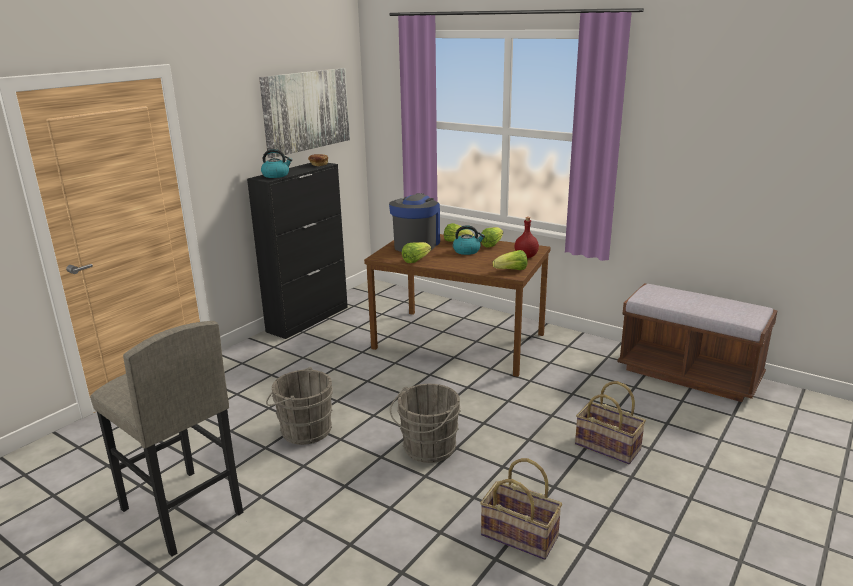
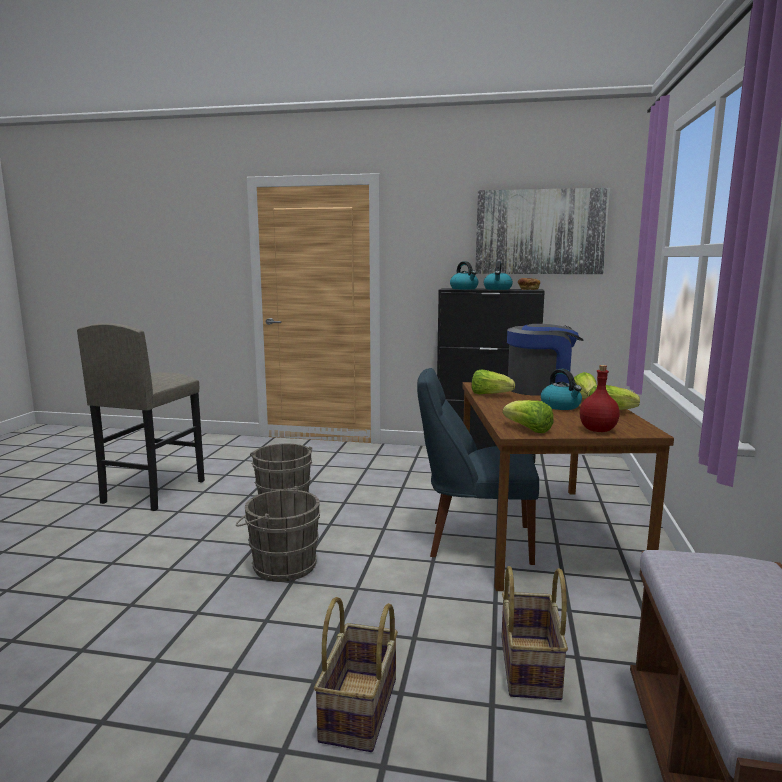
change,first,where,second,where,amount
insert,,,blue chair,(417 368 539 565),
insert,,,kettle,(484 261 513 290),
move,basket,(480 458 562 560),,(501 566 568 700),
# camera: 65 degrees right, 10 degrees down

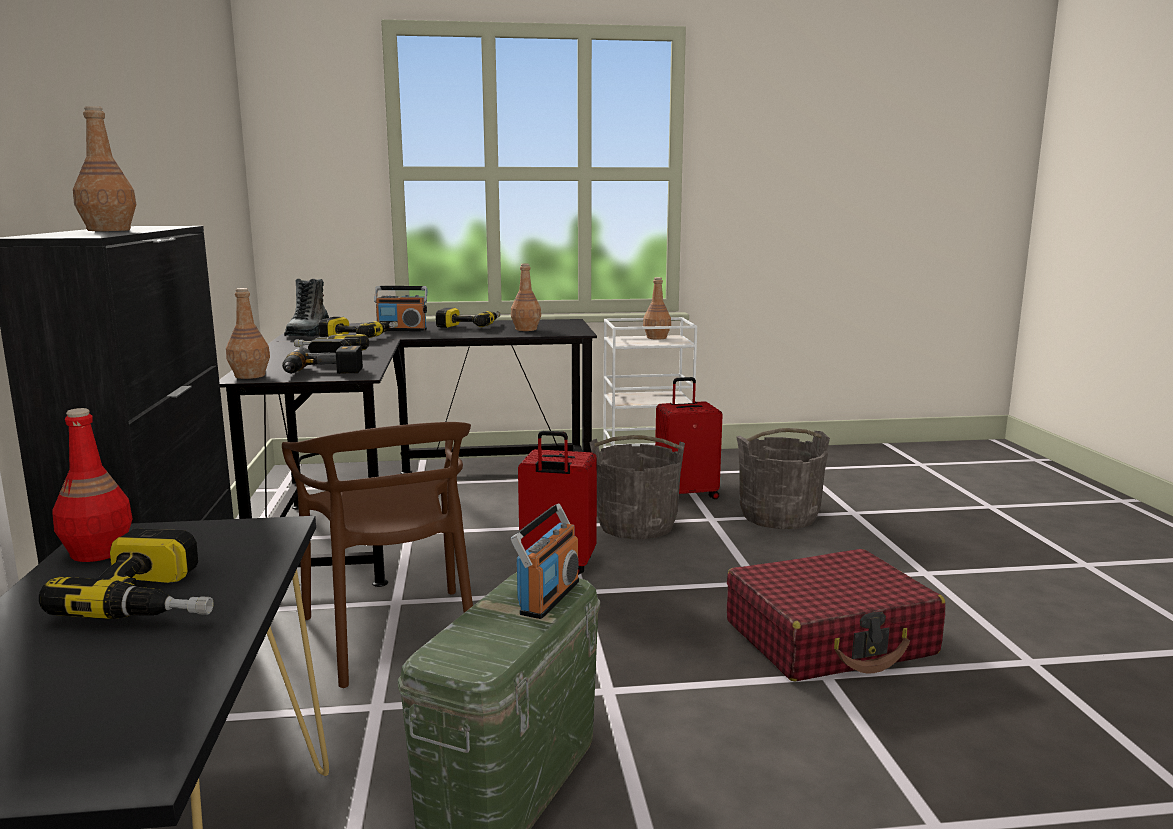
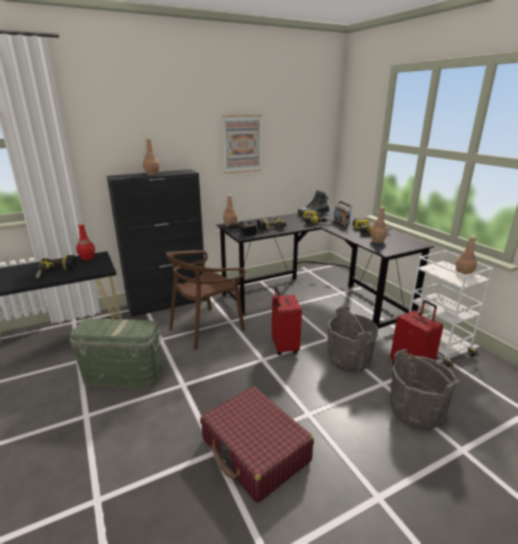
change,first,where,second,where,amount
delete,radio,(511 503 579 619),,,
insert,,,picture,(223 115 262 173),
# camera: 70 degrees right, 10 degrees up

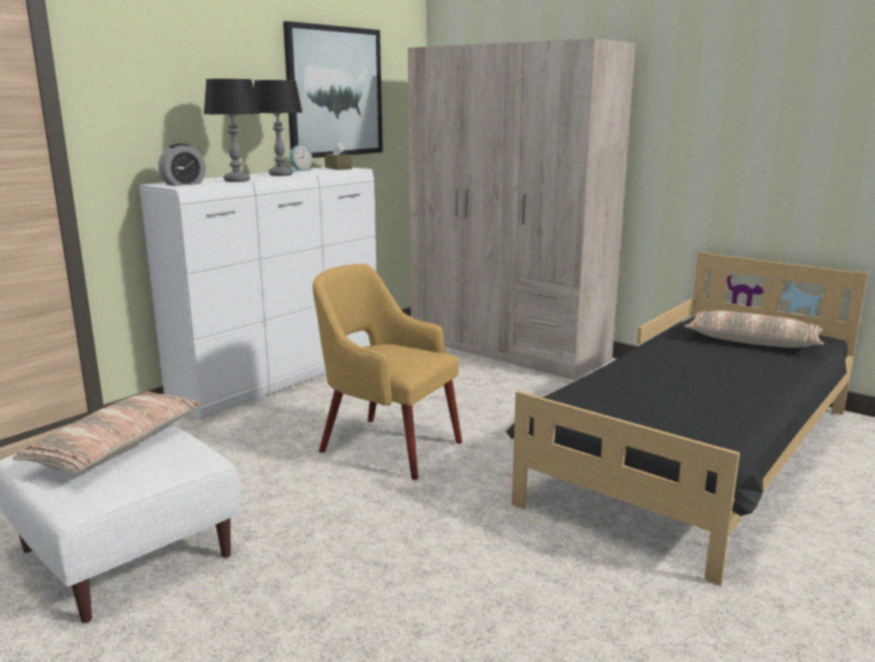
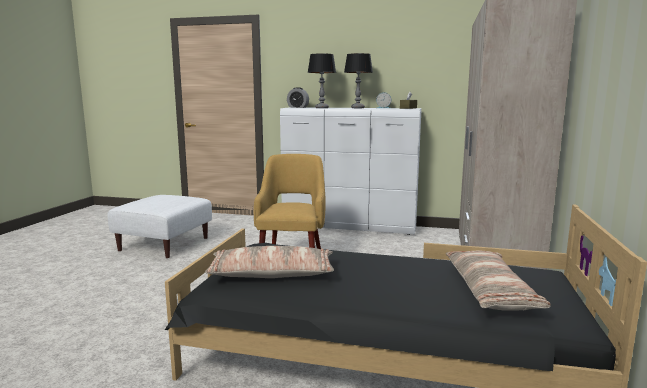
change,first,where,second,where,amount
delete,picture,(283 21 383 158),,,
move,pillow,(12 391 201 473),,(205 246 334 278),
# camera: 65 degrees right, 5 degrees down

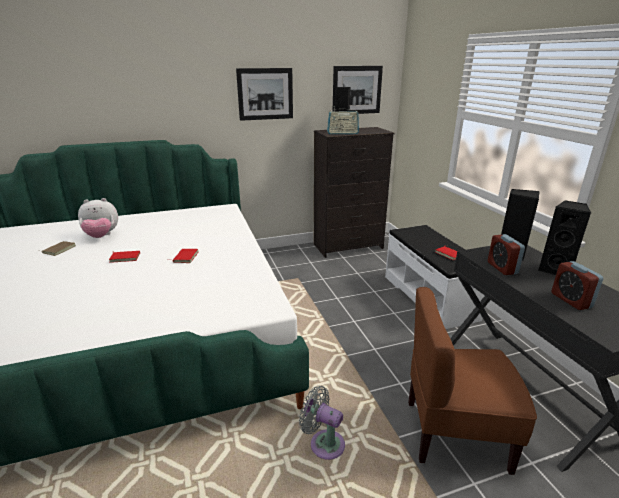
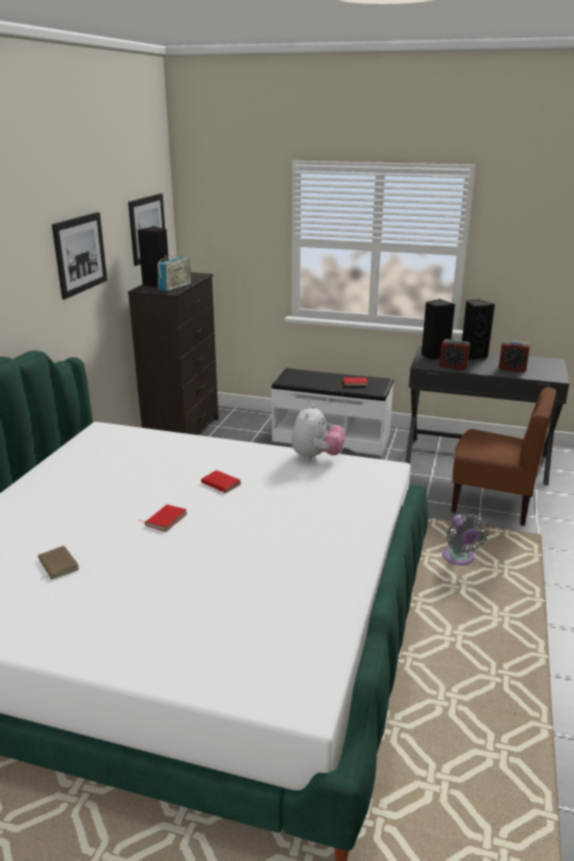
change,first,where,second,where,amount
move,plush toy,(78 198 118 238),,(292 404 345 461),
rotate,grey fan,(299 386 345 460),,(442 514 489 565),75 degrees counterclockwise
rotate,brown chair,(408 287 537 475),,(451 387 556 526),105 degrees counterclockwise
# camera: 55 degrees left, 0 degrees up

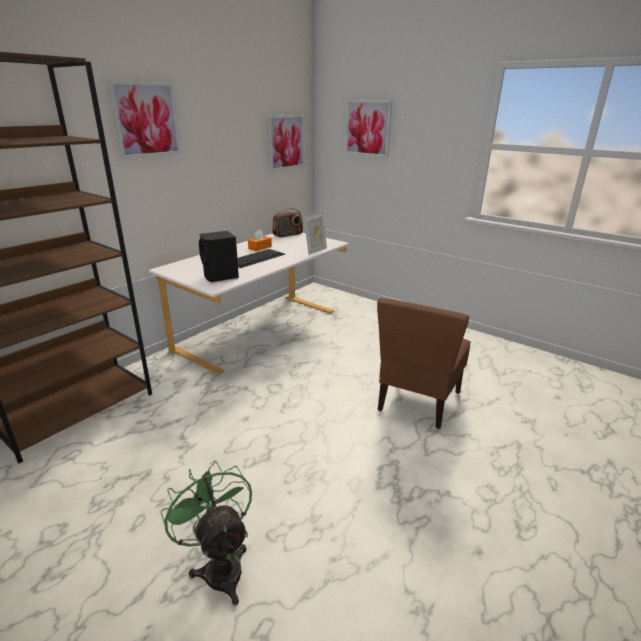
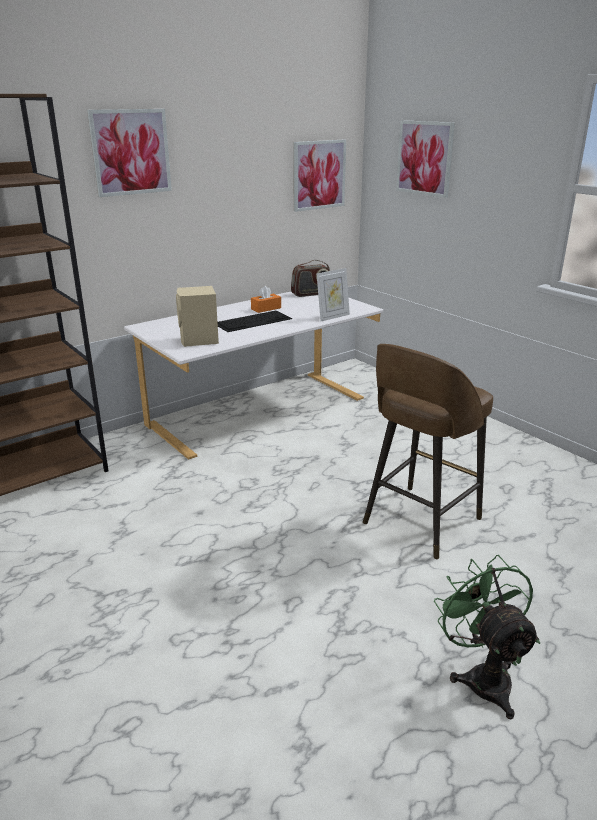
change,first,where,second,where,amount
move,green fan,(160 461 252 605),,(434 555 540 719),
replace,brown chair,(377 298 471 429),brown stool,(363 344 493 559),
recolor,black speaker,(199 231 239 282),beige speaker,(176 286 219 347),
# camera: 15 degrees right, 0 degrees up

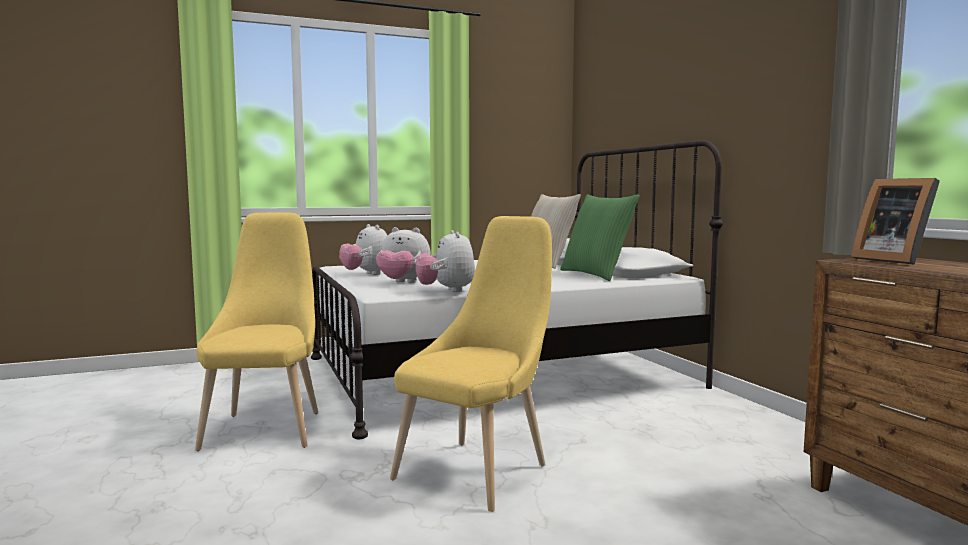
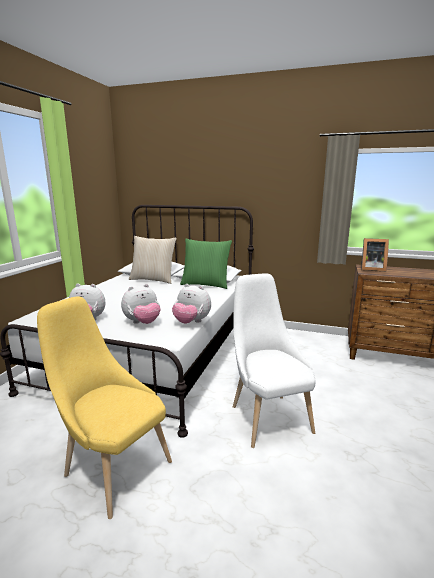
change,first,where,second,where,amount
recolor,yellow chair,(390 216 552 512),white chair,(233 273 316 448),
# camera: 50 degrees left, 10 degrees up

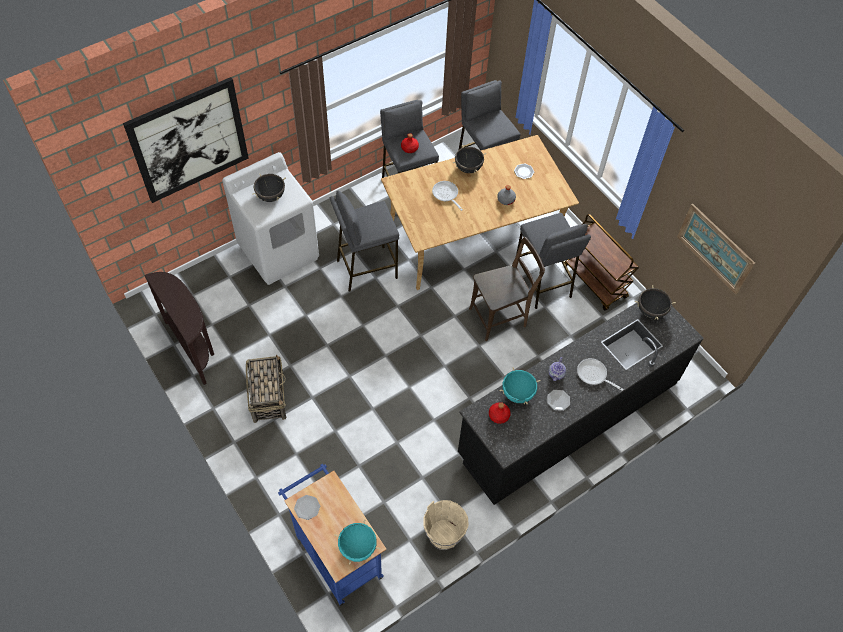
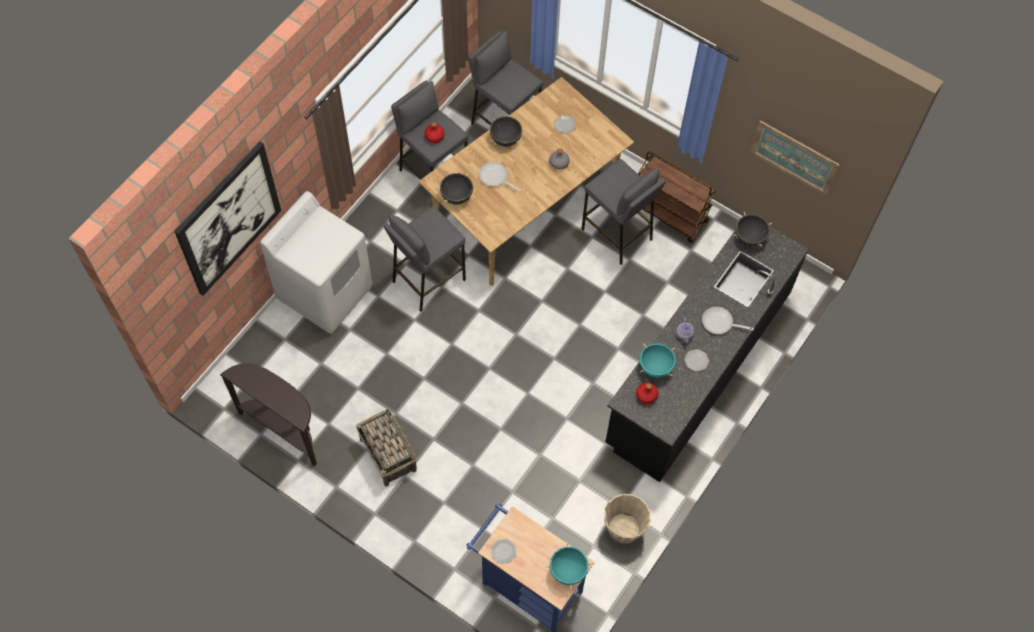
change,first,where,second,where,amount
delete,brown chair,(469 237 545 341),,,
move,black cooking pot,(252 173 286 202),,(439 173 474 204),
# camera: 20 degrees left, 5 degrees up

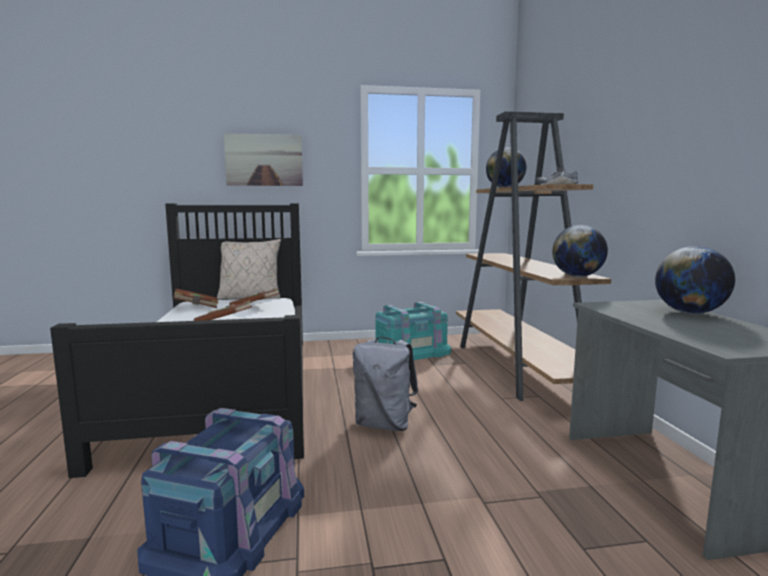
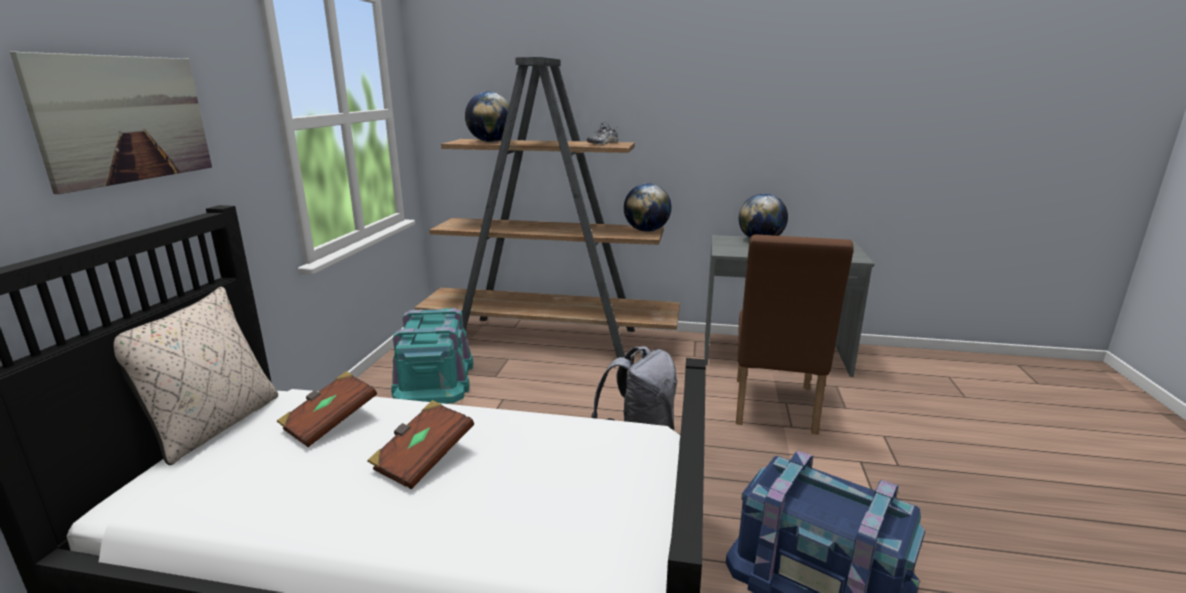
change,first,where,second,where,amount
delete,brown book,(173 289 219 308),,,
insert,,,brown chair,(736 234 854 434),
# camera: 70 degrees left, 10 degrees up

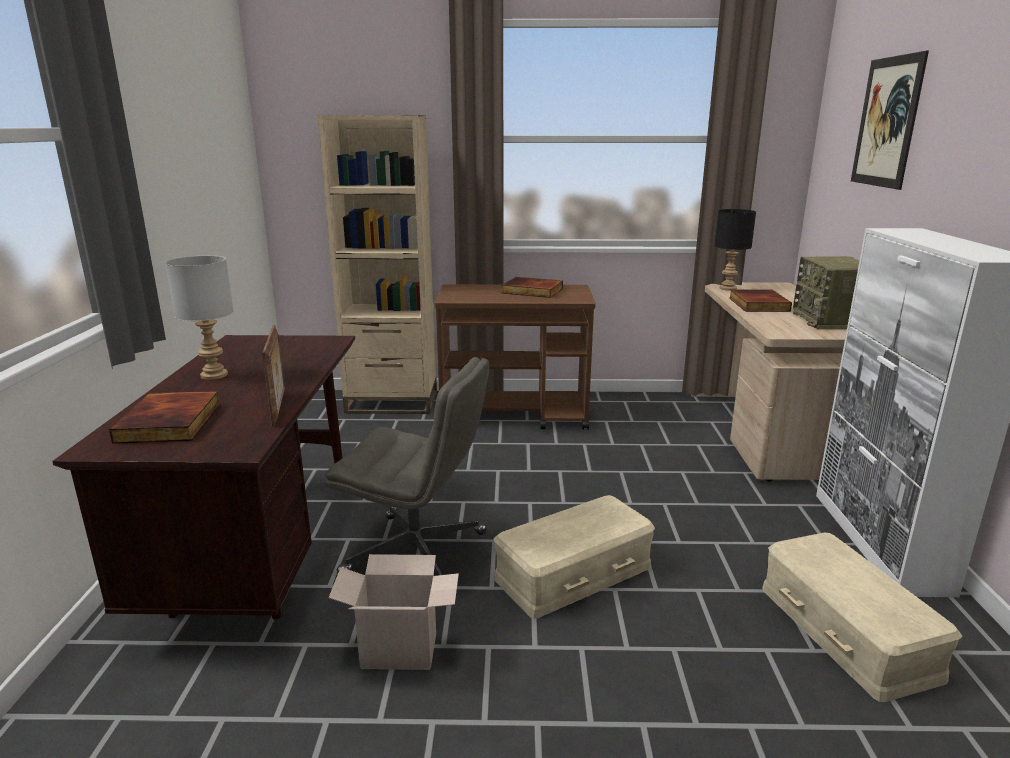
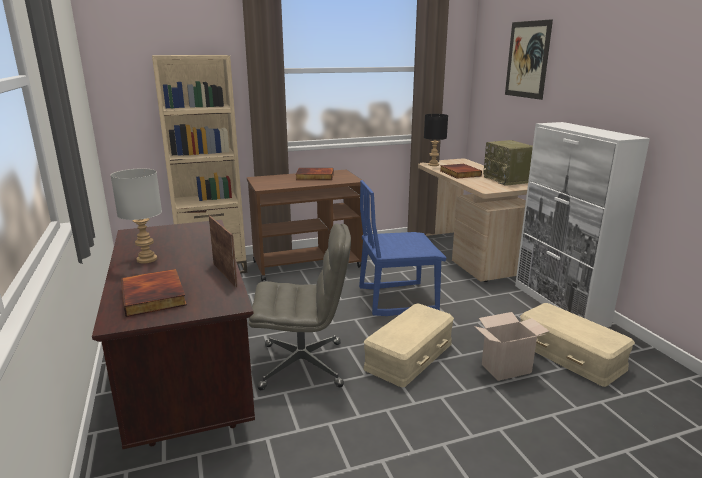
change,first,where,second,where,amount
insert,,,blue chair,(359 180 446 316),
move,cardboard box,(329 554 459 670),,(474 312 549 381),
# camera: 20 degrees left, 0 degrees up

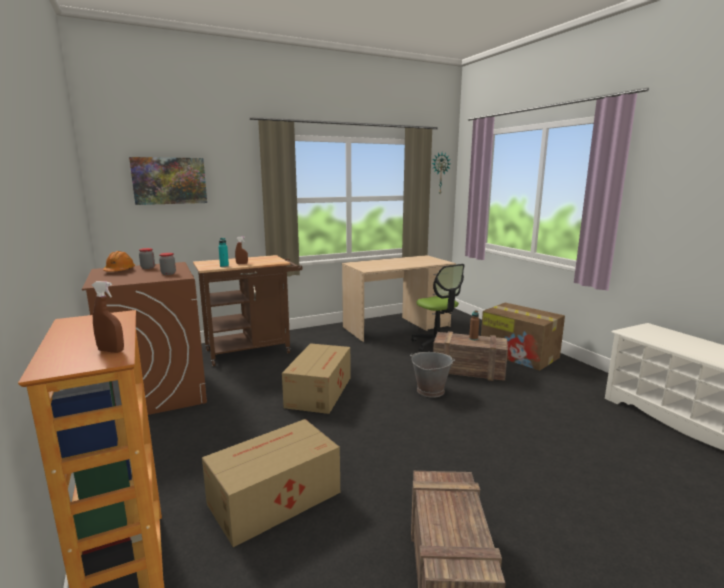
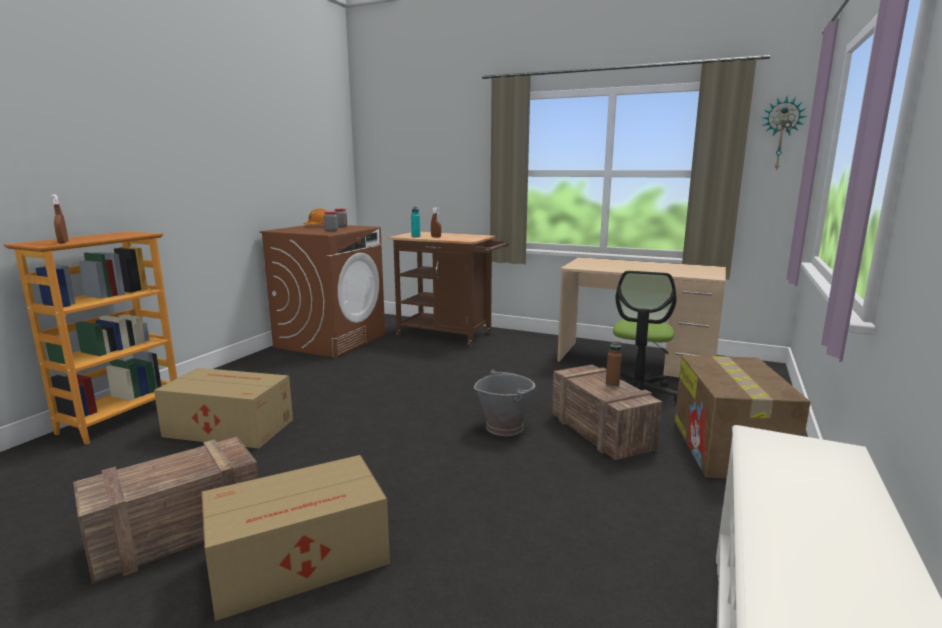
change,first,where,second,where,amount
delete,picture,(129 157 207 205),,,
move,cardboard box,(282 343 351 414),,(202 455 390 621),
# camera: 50 degrees right, 0 degrees up

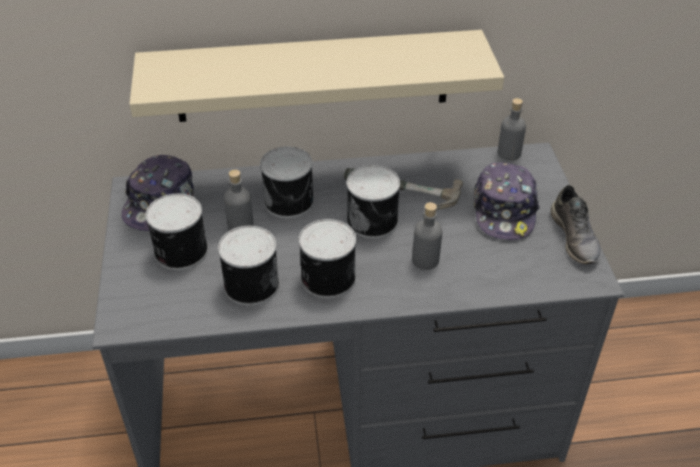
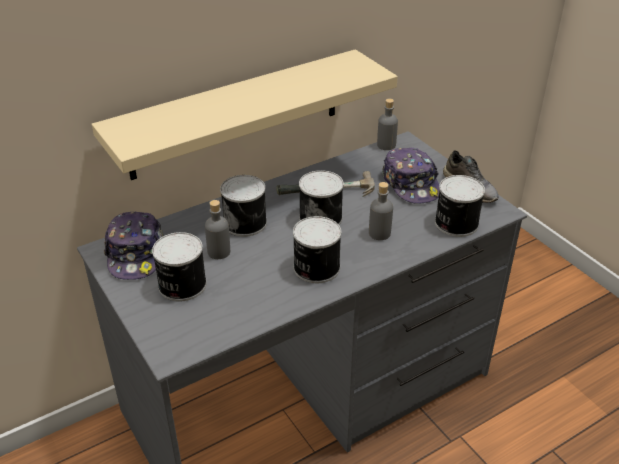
change,first,where,second,where,amount
move,can,(218 226 280 306),,(435 175 485 237),
# camera: 25 degrees left, 5 degrees down

